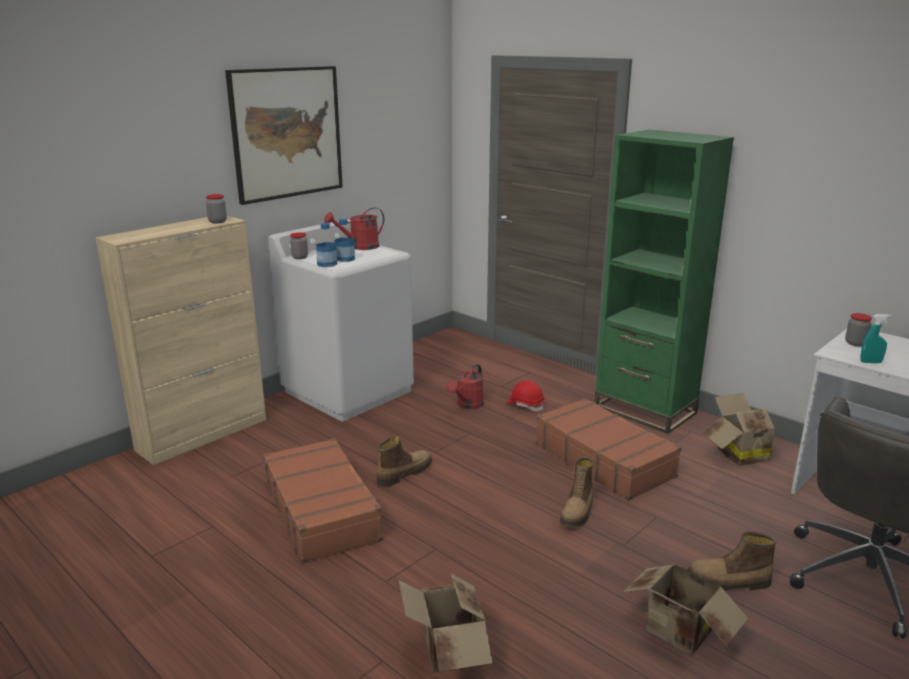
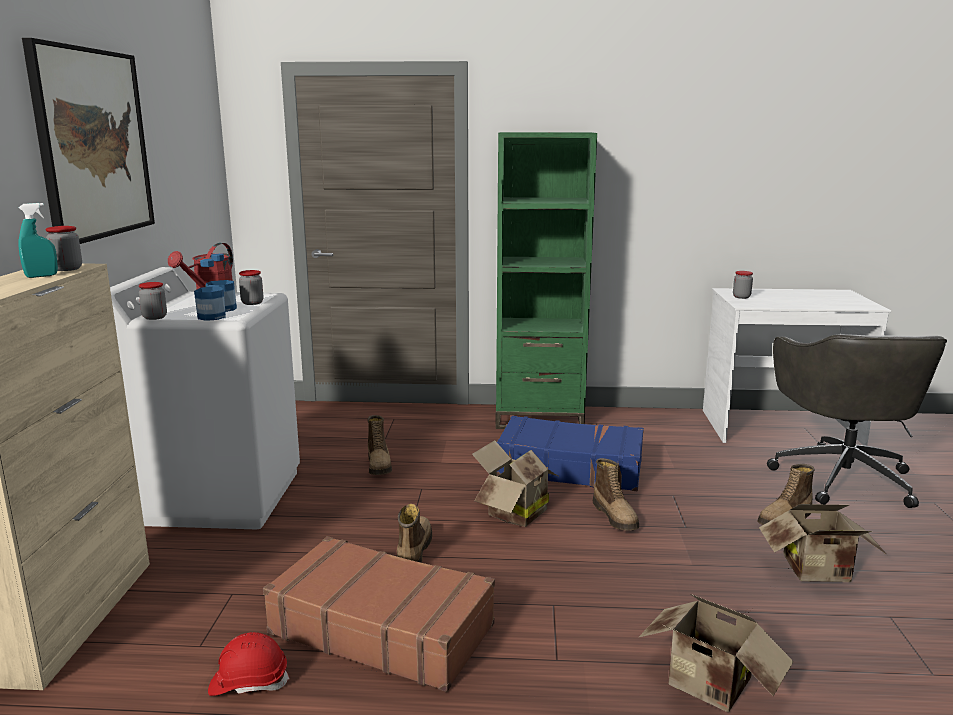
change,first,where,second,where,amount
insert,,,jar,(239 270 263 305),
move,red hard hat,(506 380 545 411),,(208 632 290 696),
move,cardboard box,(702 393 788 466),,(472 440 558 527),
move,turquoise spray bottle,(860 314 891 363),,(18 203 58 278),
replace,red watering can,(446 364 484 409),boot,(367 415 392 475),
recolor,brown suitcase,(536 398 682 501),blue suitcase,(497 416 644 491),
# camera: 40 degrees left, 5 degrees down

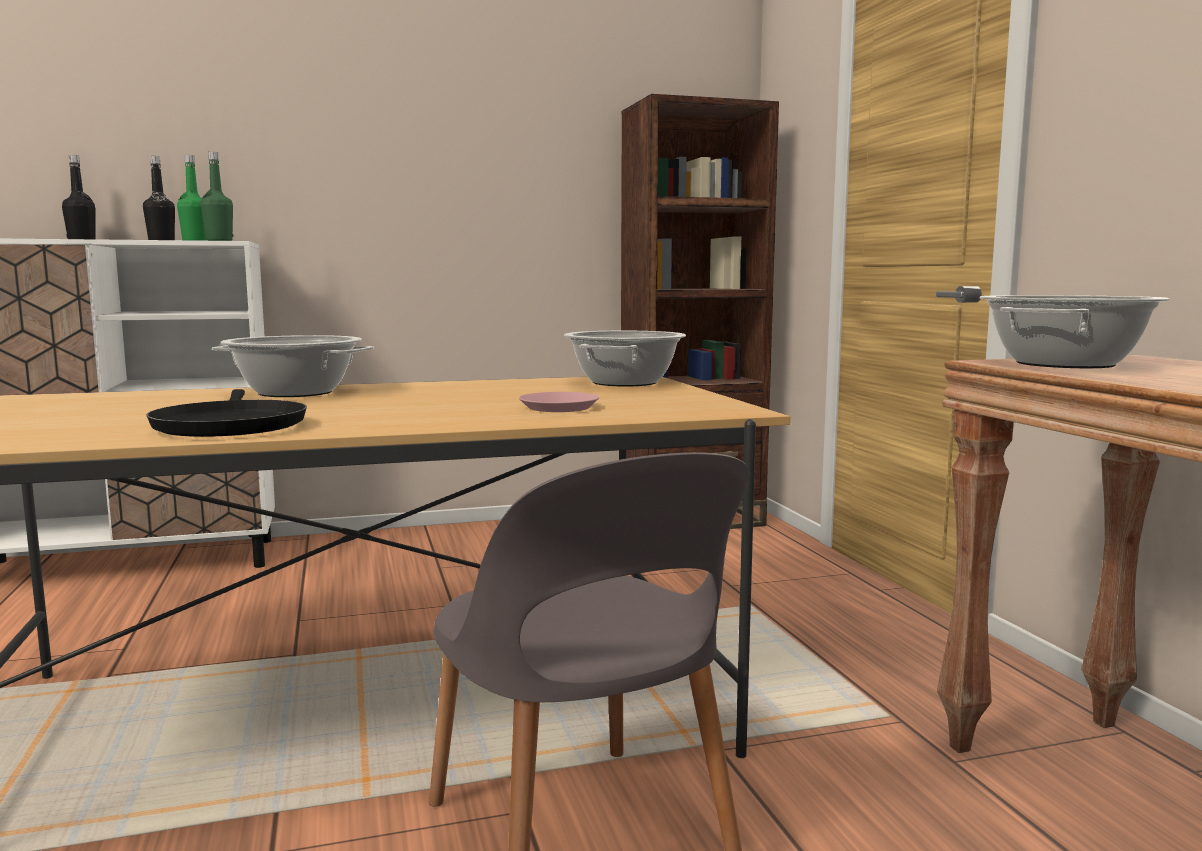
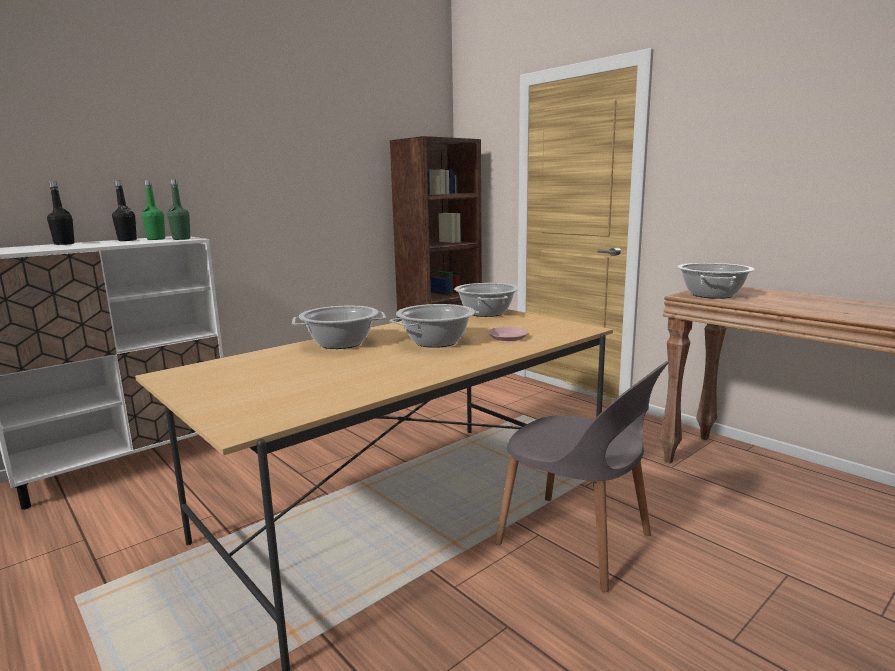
change,first,where,second,where,amount
delete,black frying pan,(146 389 307 437),,,
insert,,,cooking pot,(390 304 479 348),
# camera: 25 degrees left, 5 degrees up

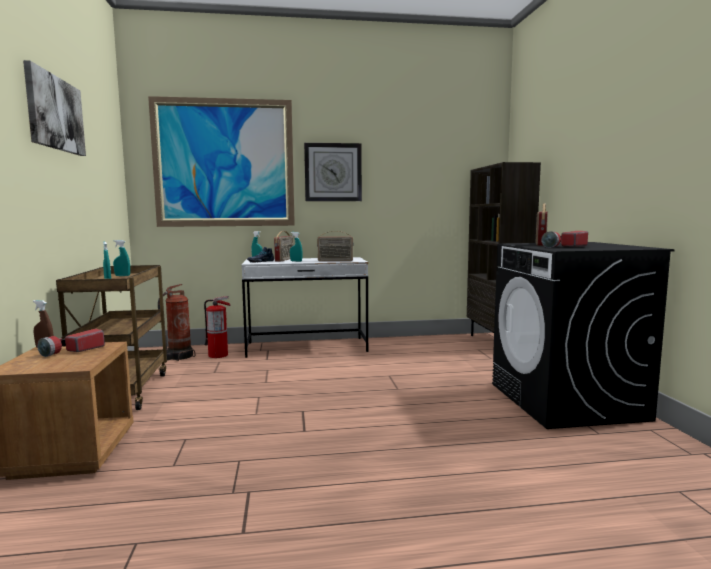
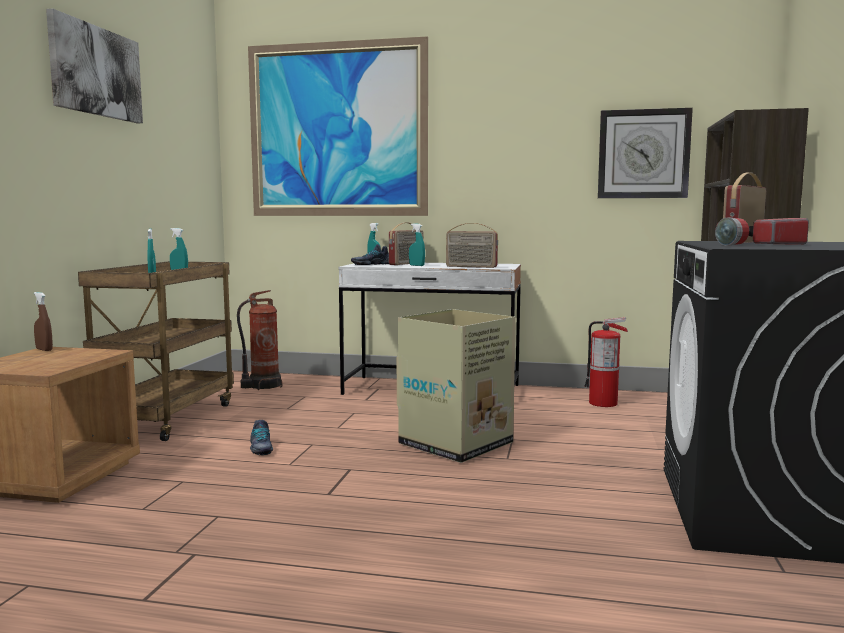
change,first,where,second,where,amount
delete,flashlight,(37 329 105 357),,,
insert,,,shoe,(250 420 273 455),
insert,,,cardboard box,(397 309 516 463),
move,fire extinguisher,(204 296 231 358),,(584 317 628 407),
move,wall clock,(304 143 362 201),,(598 108 693 198),
# camera: 20 degrees right, 0 degrees up

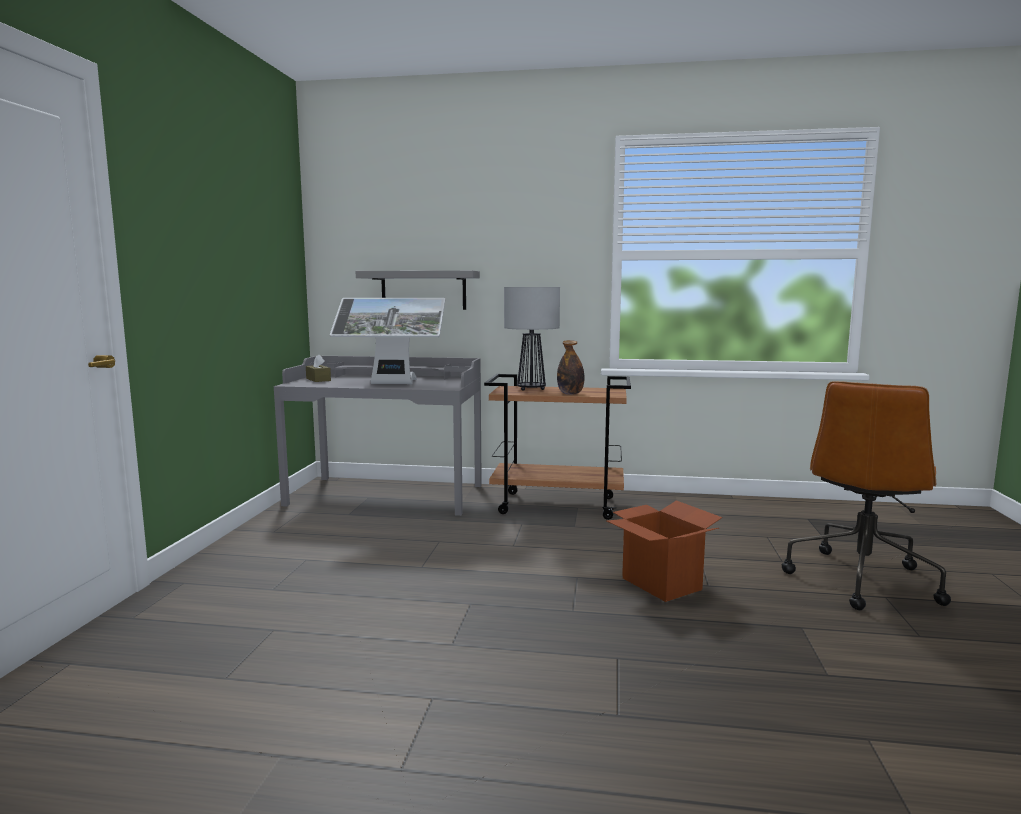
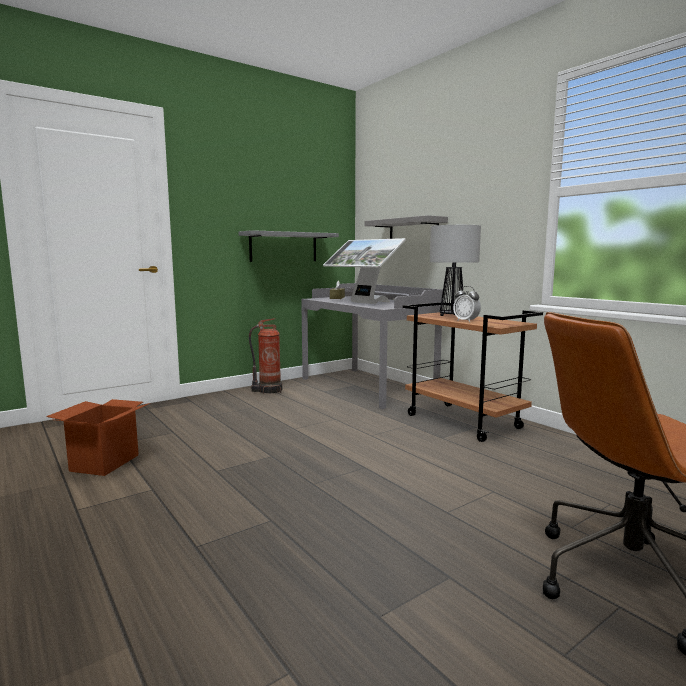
change,first,where,second,where,amount
insert,,,grey shelf,(239 230 339 262),
insert,,,fire extinguisher,(249 318 282 394),
move,cardboard box,(607 500 722 602),,(46 399 150 476),
replace,bottle,(557 340 585 395),alarm clock,(453 286 481 322),
# camera: 45 degrees right, 0 degrees up

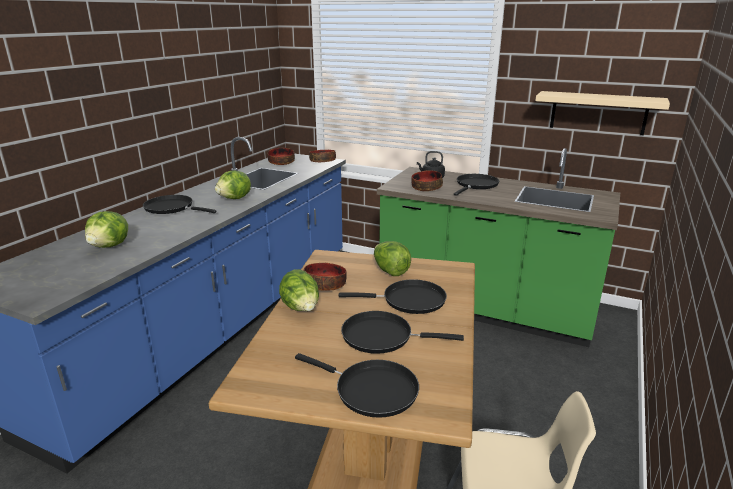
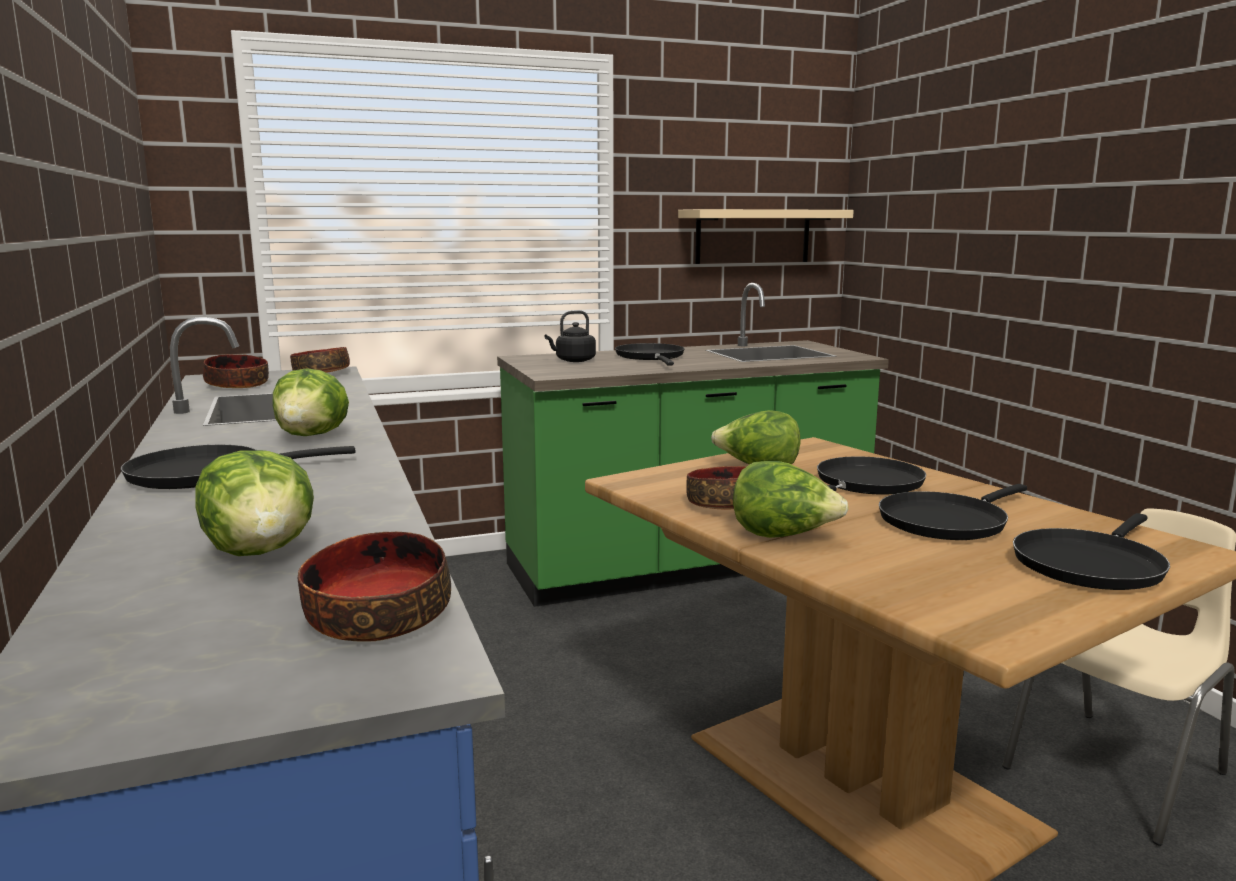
change,first,where,second,where,amount
move,bowl,(411 170 443 191),,(298 531 451 642),
rotate,black frying pan,(295 353 419 418),,(1013 513 1170 590),150 degrees clockwise
# camera: 45 degrees left, 10 degrees down

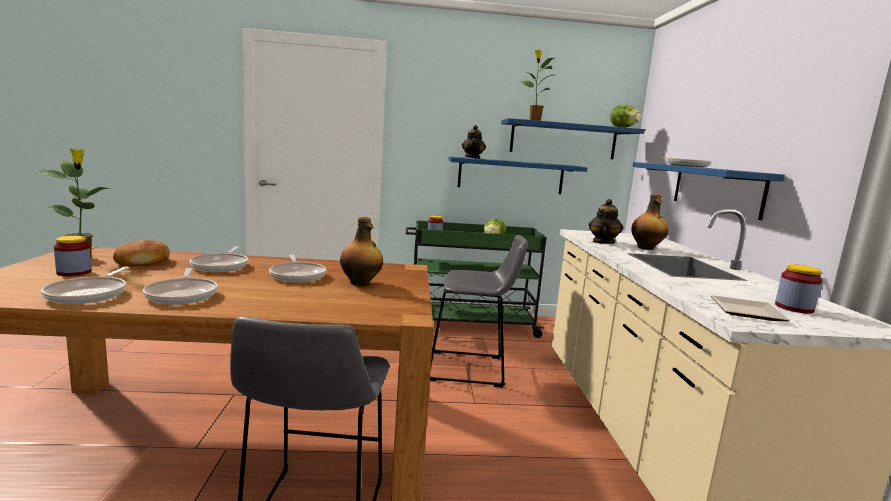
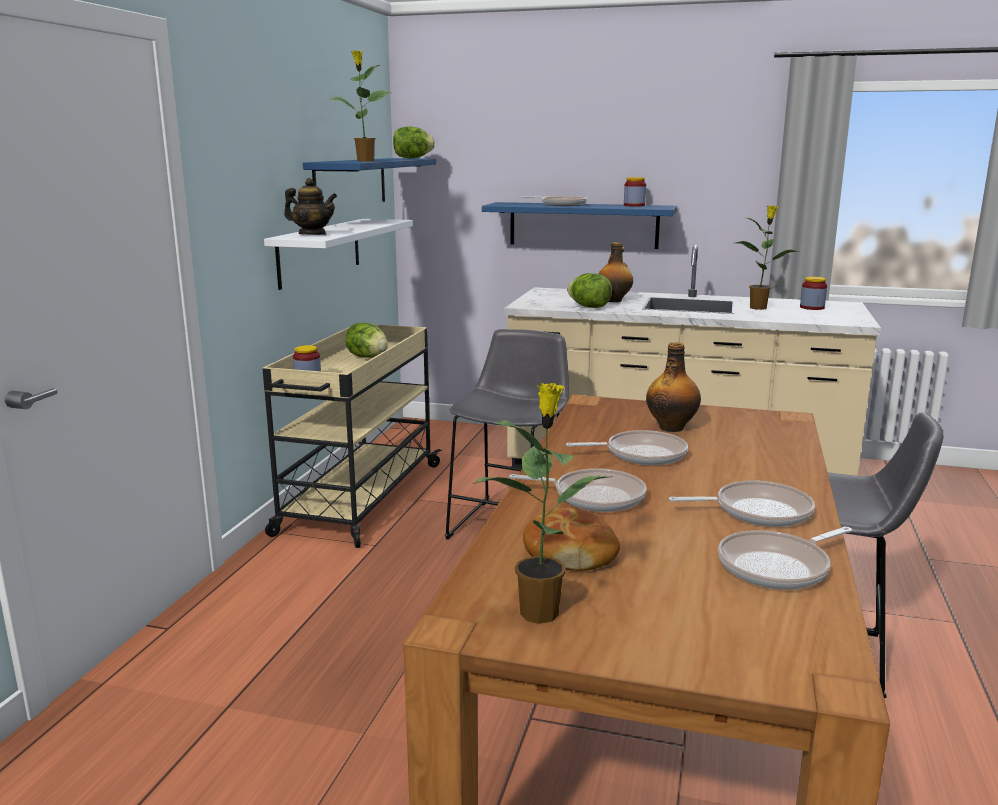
change,first,where,second,where,amount
delete,plate,(711 295 790 321),,,
insert,,,potted plant,(736 205 799 310),
move,jar,(54 236 91 276),,(624 177 646 207),
replace,teapot,(589 199 623 244),lettuce,(567 273 612 308),
recolor,green cart,(406 220 547 338),beige cart,(262 324 442 548),
recolor,blue shelf,(448 156 588 194),white shelf,(264 219 413 290),
rotate,frying pan,(41 267 129 304),,(718 527 852 590),135 degrees clockwise
# camera: 70 degrees left, 5 degrees up

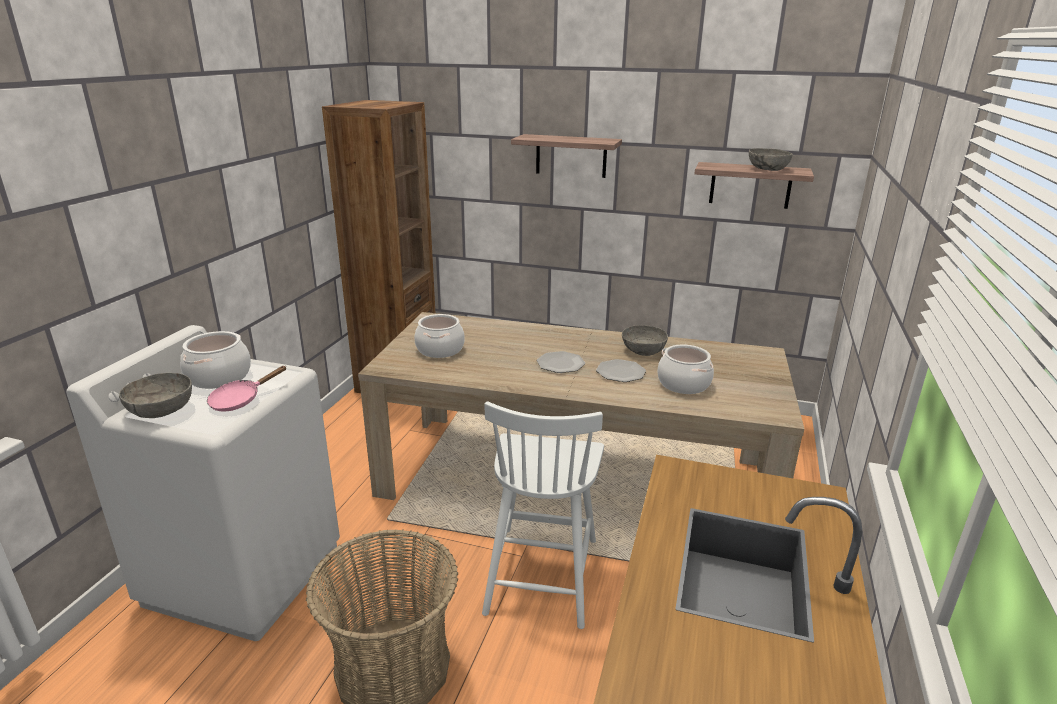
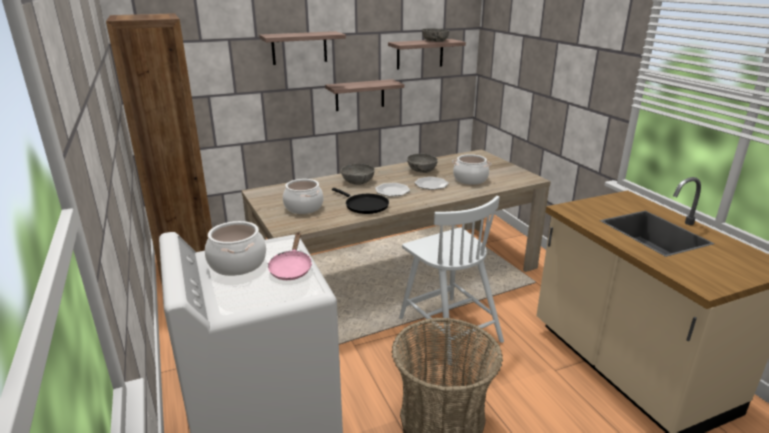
change,first,where,second,where,amount
insert,,,shelf,(325 79 404 111),
insert,,,black frying pan,(332 188 389 214),
move,grey bowl,(119 373 192 418),,(341 164 375 185),
# camera: 40 degrees left, 0 degrees up

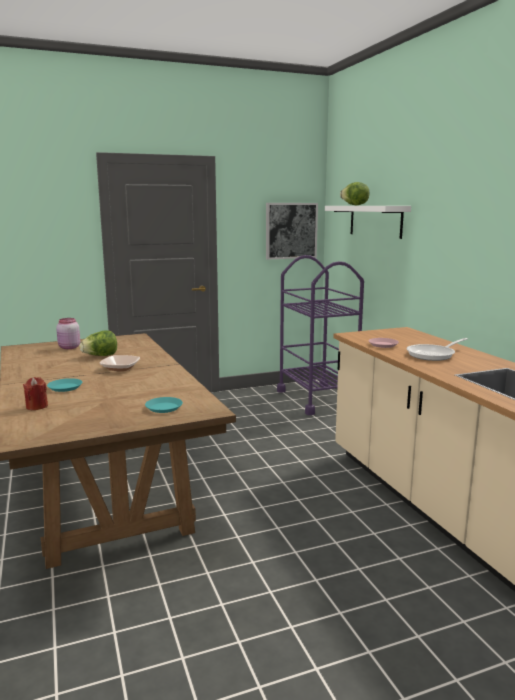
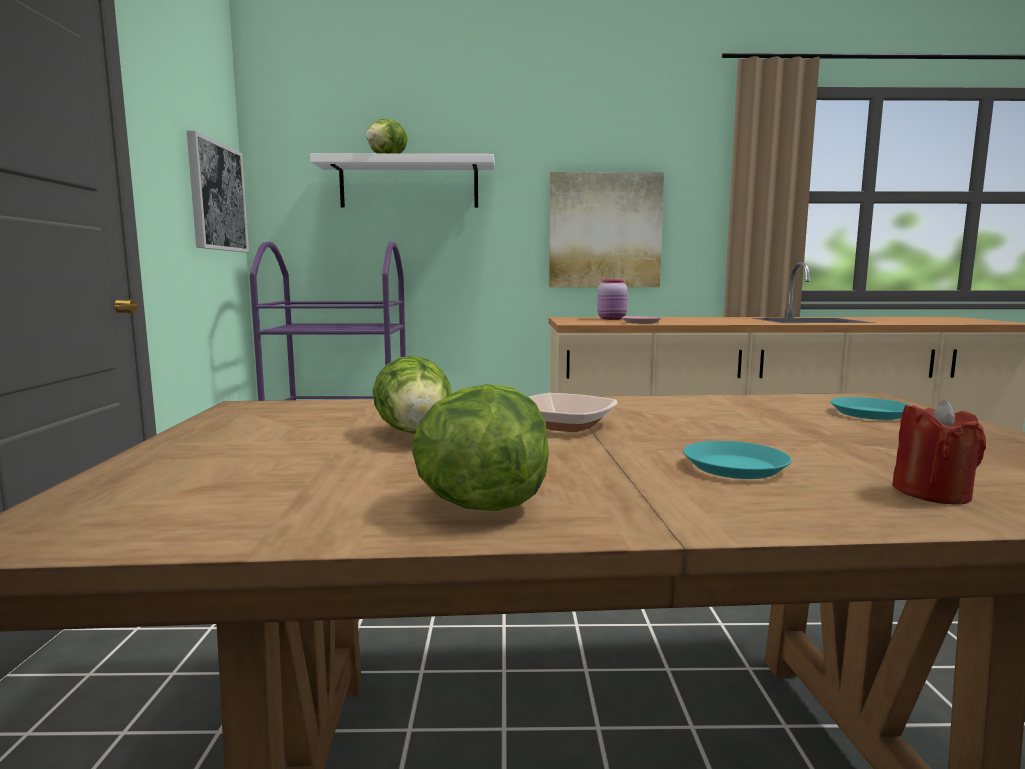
change,first,where,second,where,amount
delete,frying pan,(407 338 468 361),,,
insert,,,lettuce,(412 384 549 511),
insert,,,picture,(549 172 664 287),
move,pink jar,(56 318 80 349),,(597 279 628 320),
# camera: 70 degrees left, 5 degrees down

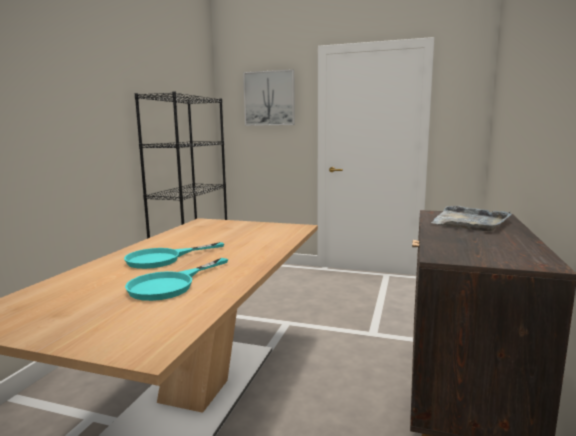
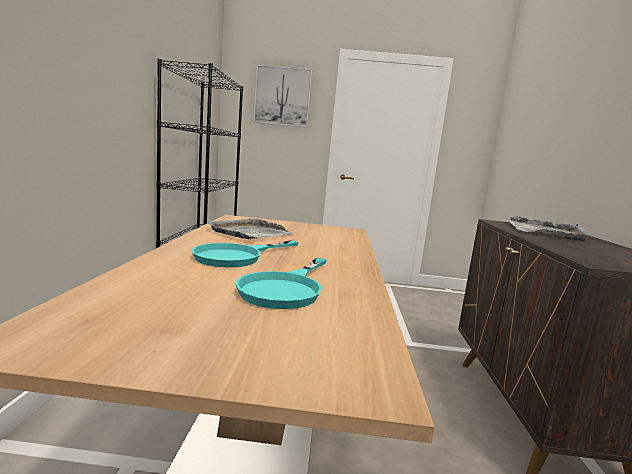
change,first,where,second,where,amount
insert,,,grey tray,(207 218 293 239),
# camera: 15 degrees left, 0 degrees up

